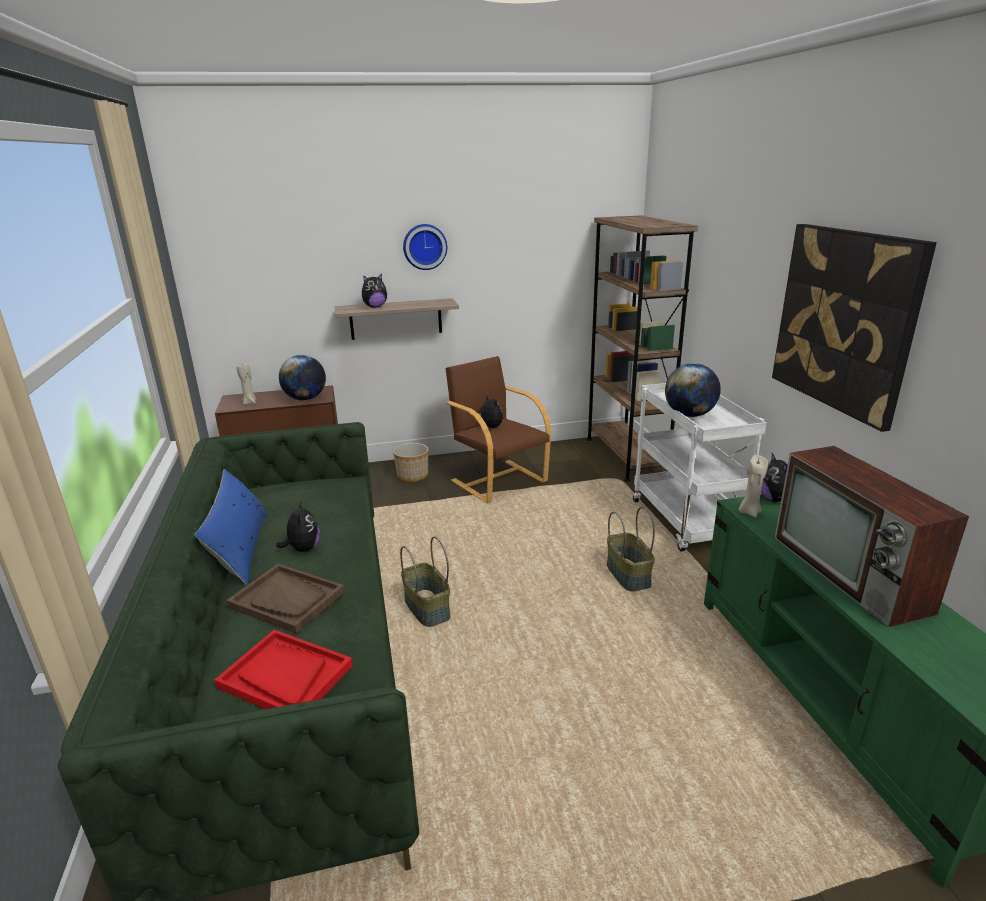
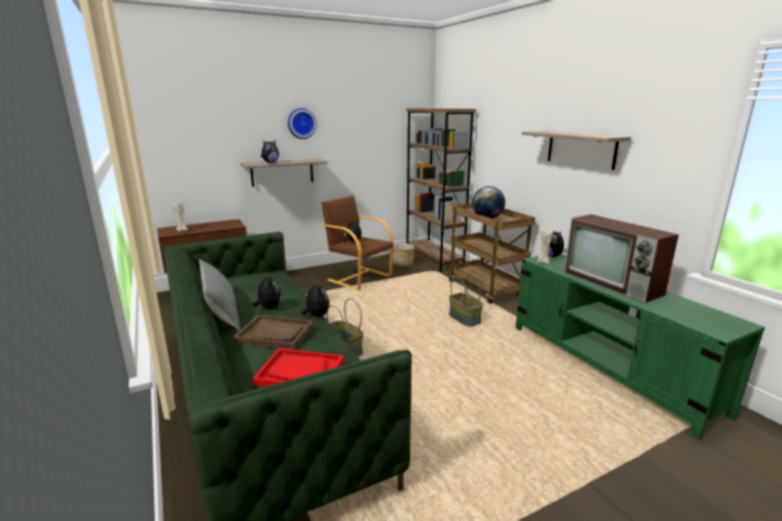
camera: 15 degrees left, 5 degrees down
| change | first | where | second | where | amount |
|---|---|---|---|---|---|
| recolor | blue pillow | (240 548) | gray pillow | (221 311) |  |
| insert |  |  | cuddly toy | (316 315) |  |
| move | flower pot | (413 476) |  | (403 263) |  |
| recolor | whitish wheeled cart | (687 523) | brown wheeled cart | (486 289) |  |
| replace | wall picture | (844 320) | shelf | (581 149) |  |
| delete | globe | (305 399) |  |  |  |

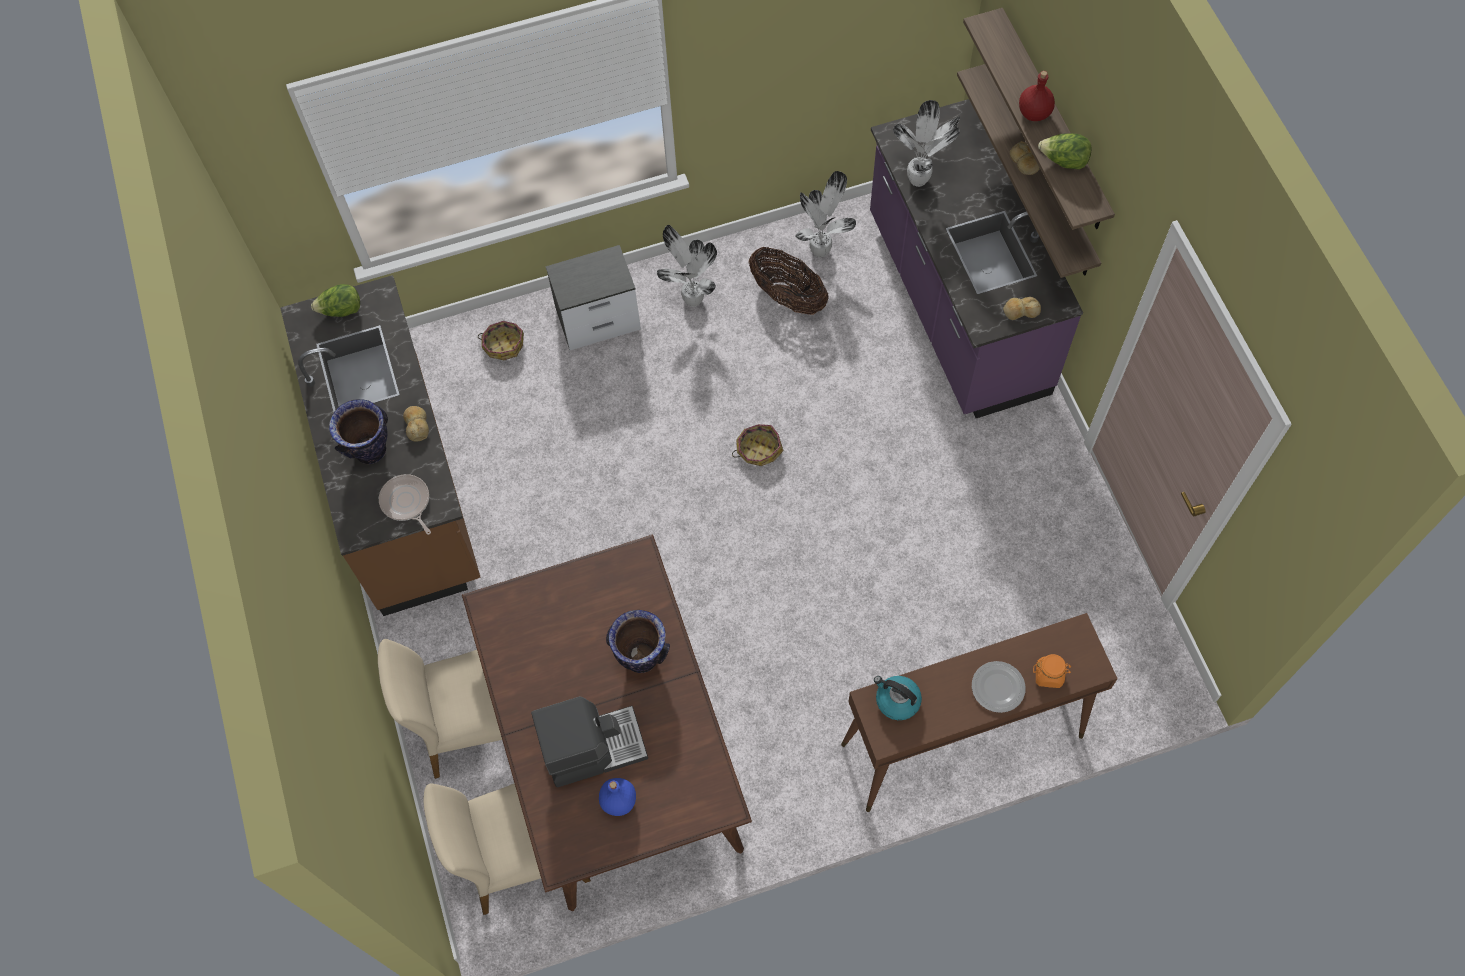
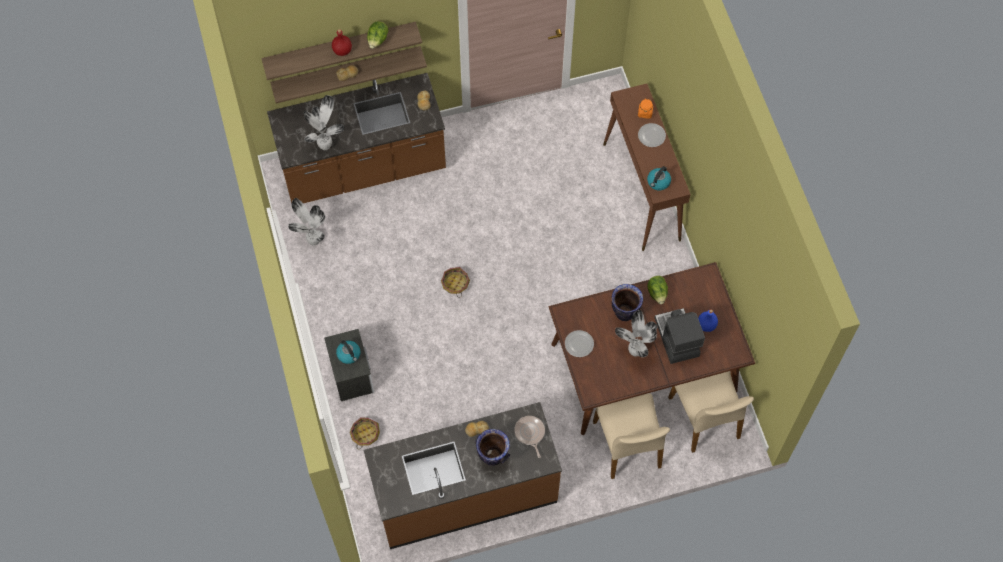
camera: 90 degrees left, 0 degrees up
| change | first | where | second | where | amount |
|---|---|---|---|---|---|
| recolor | purplish kitchen counter | (955 305) | brown kitchen counter | (363 169) |  |
| insert |  |  | tea kettle | (349 354) |  |
| rotate | frying pan | (406 503) |  | (530 433) | 105 degrees clockwise |
| insert |  |  | dinner plate | (579 344) |  |
| move | houseplant | (692 299) |  | (634 352) |  |
| move | head of lettuce | (341 310) |  | (657 293) |  |
| delete | household basket | (788 296) |  |  |  |

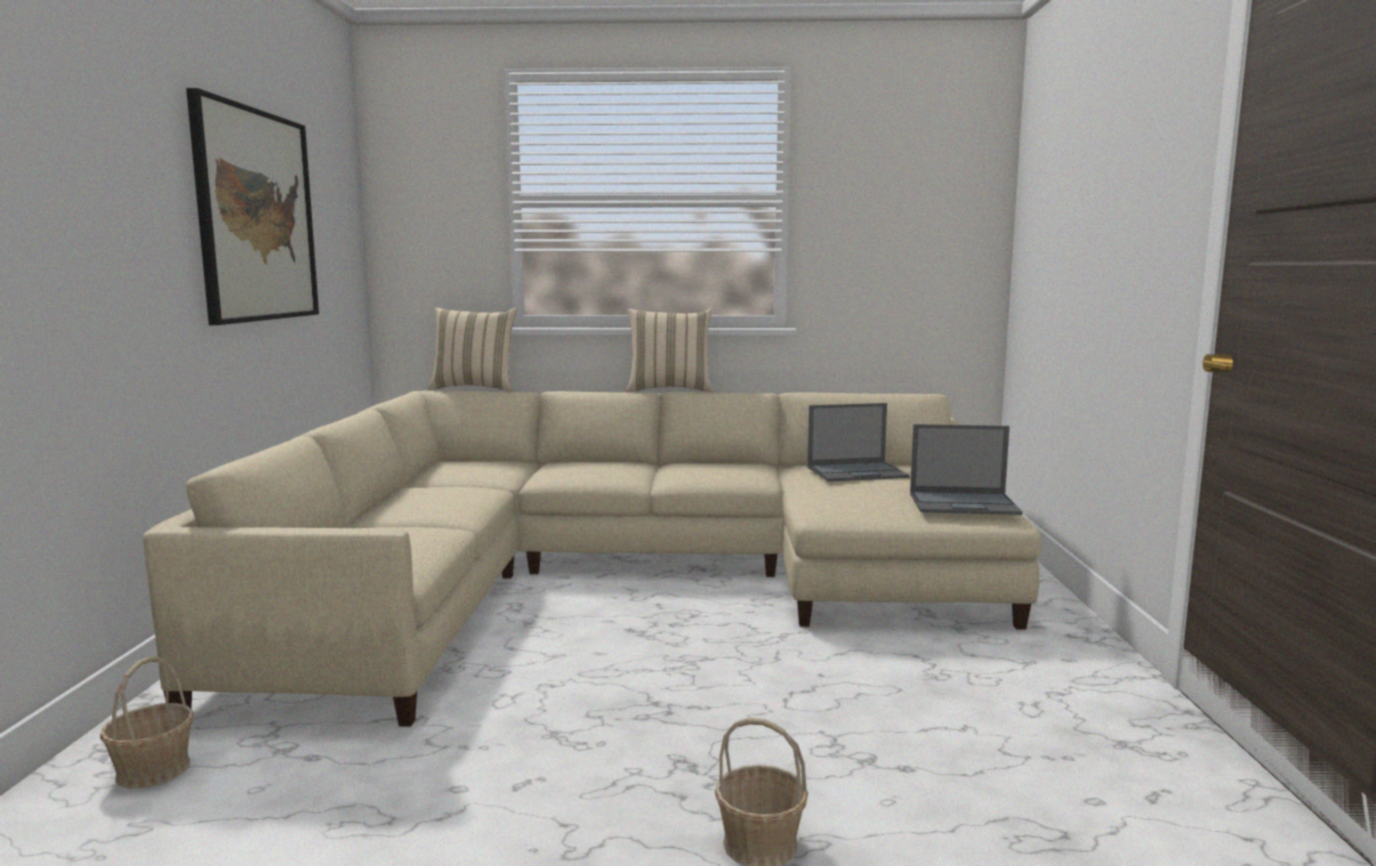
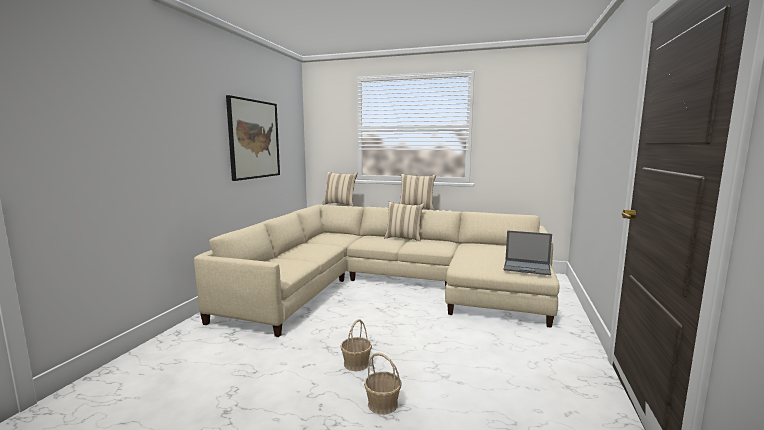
camera: 15 degrees right, 0 degrees up
| change | first | where | second | where | amount |
|---|---|---|---|---|---|
| move | household basket | (152 770) |  | (356 363) |  |
| insert |  |  | sand-coloured pillow | (404 238) |  |
| delete | laptop | (858 472) |  |  |  |

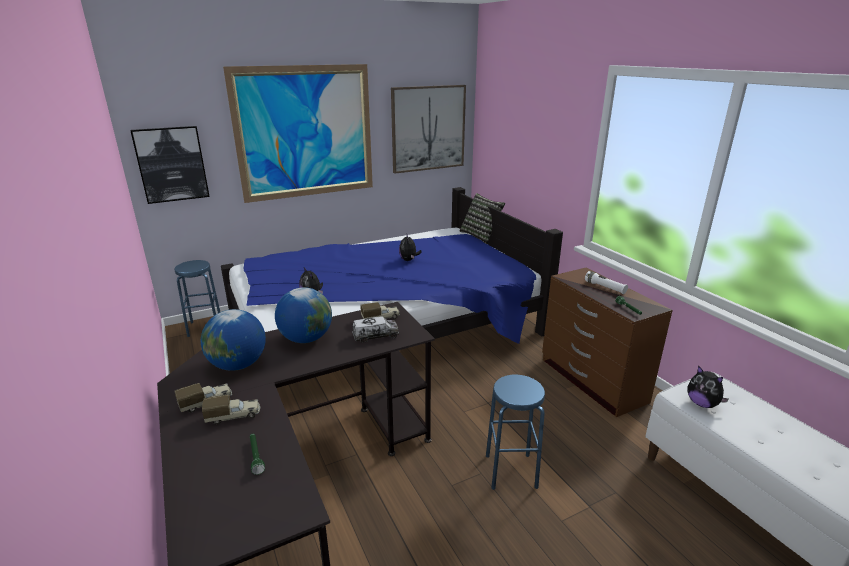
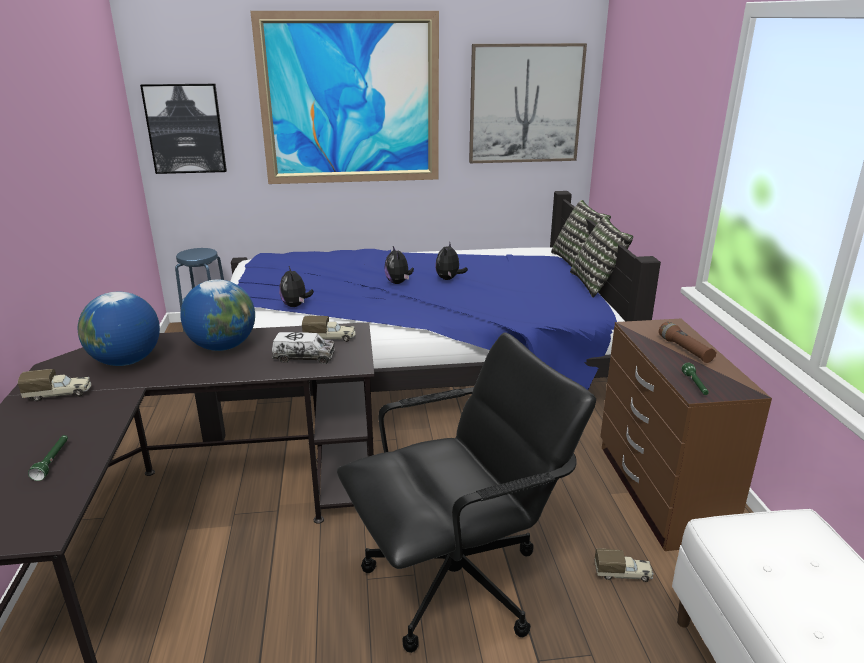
camera: 20 degrees right, 0 degrees up
| change | first | where | second | where | amount |
|---|---|---|---|---|---|
| replace | blue sitting stool | (511 471) | black-coloured office chair | (457 583) |  |
| move | cuddly toy | (702 404) |  | (398 283) |  |
| insert |  |  | pillow | (597 284) |  |
| move | toy lorry | (234 416) |  | (623 574) |  |
| recolor | whitish flashlight | (605 287) | brown flashlight | (685 350) |  |

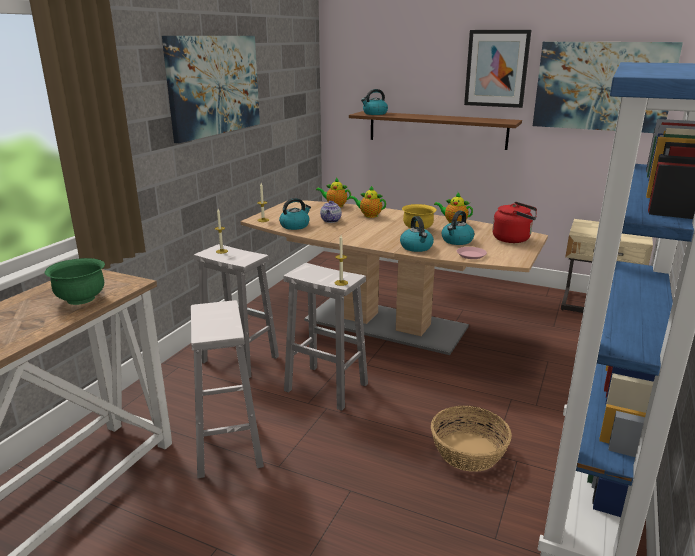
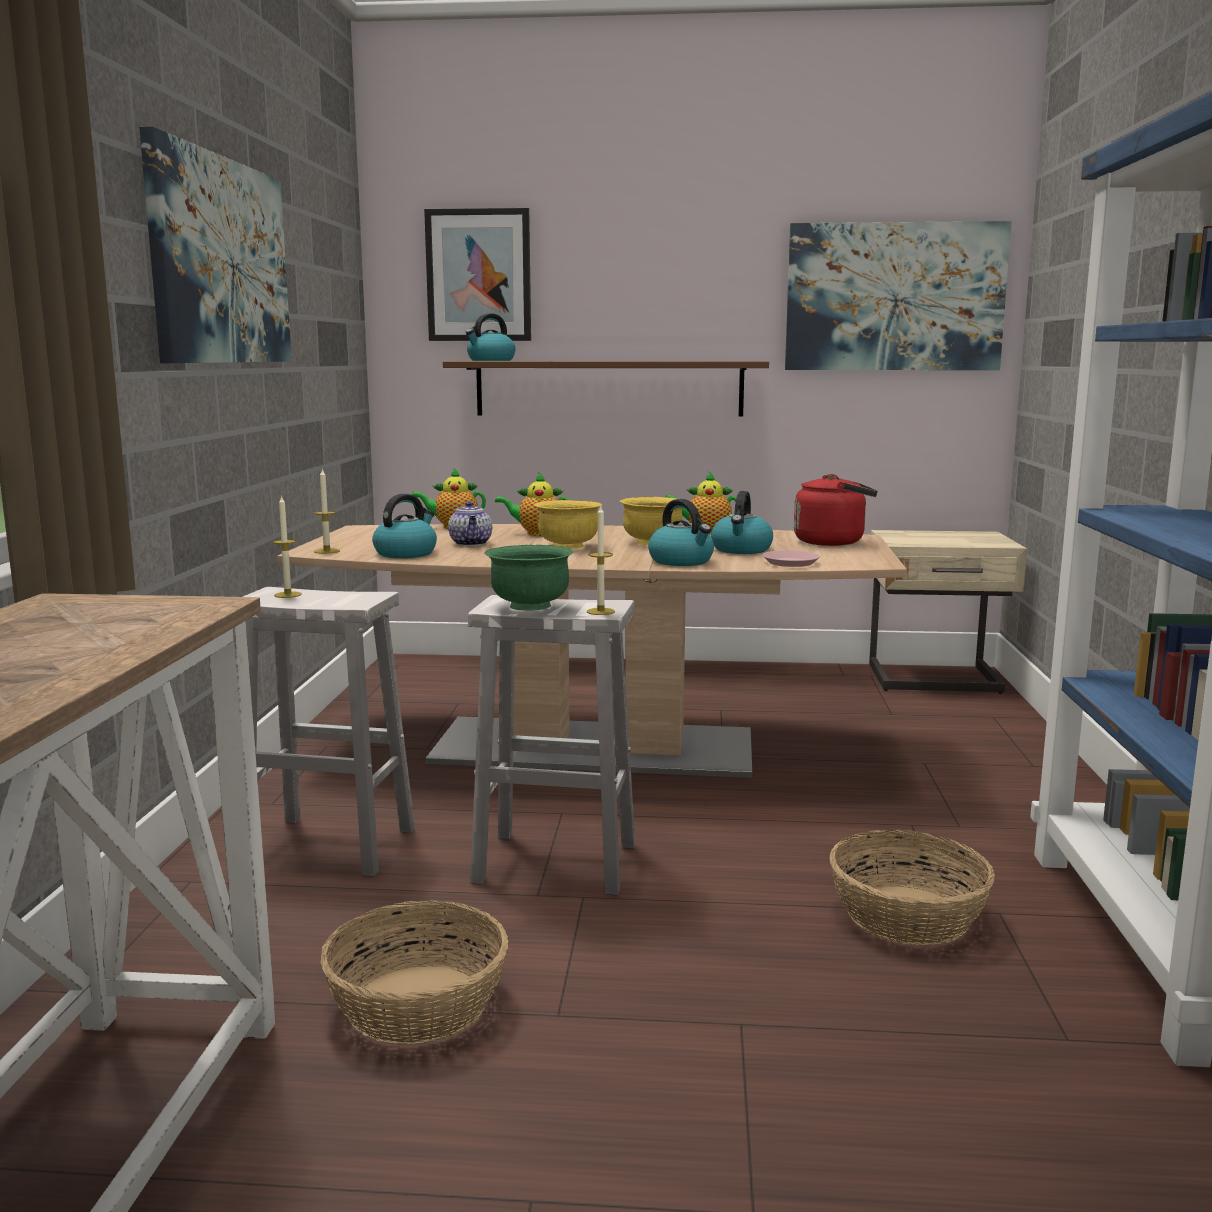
camera: 20 degrees left, 10 degrees down
| change | first | where | second | where | amount |
|---|---|---|---|---|---|
| replace | whitish sitting stool | (228 447) | household basket | (419 1004) |  |
| move | wall picture | (496 68) |  | (478 275) |  |
| move | greenish bowl | (81 299) |  | (530 606) |  |
| insert |  |  | yellow-coloured bowl | (568 546) |  |

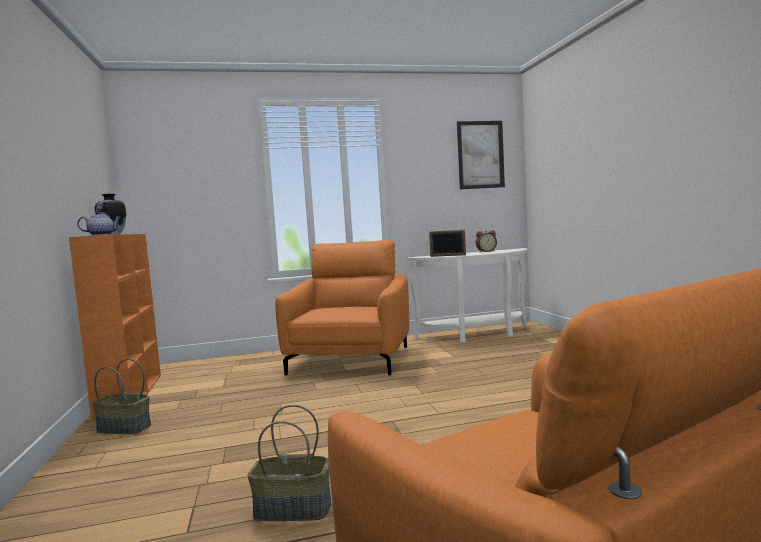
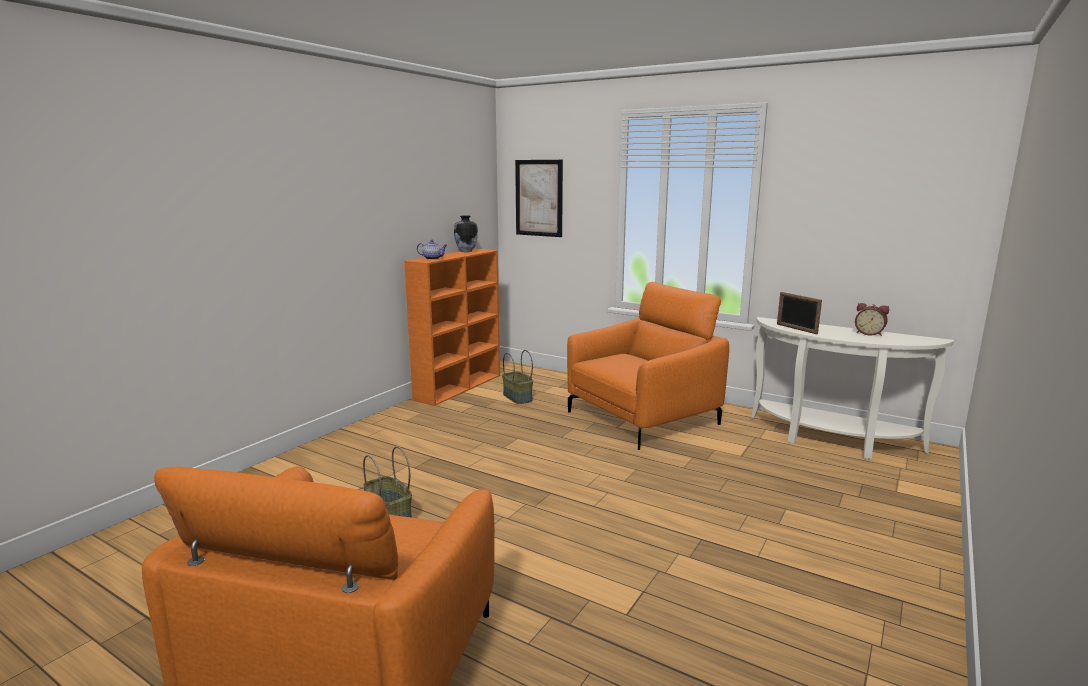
camera: 45 degrees right, 10 degrees up
| change | first | where | second | where | amount |
|---|---|---|---|---|---|
| move | household basket | (123 428) |  | (517 397) |  |
| move | wall picture | (480 155) |  | (539 198) |  |

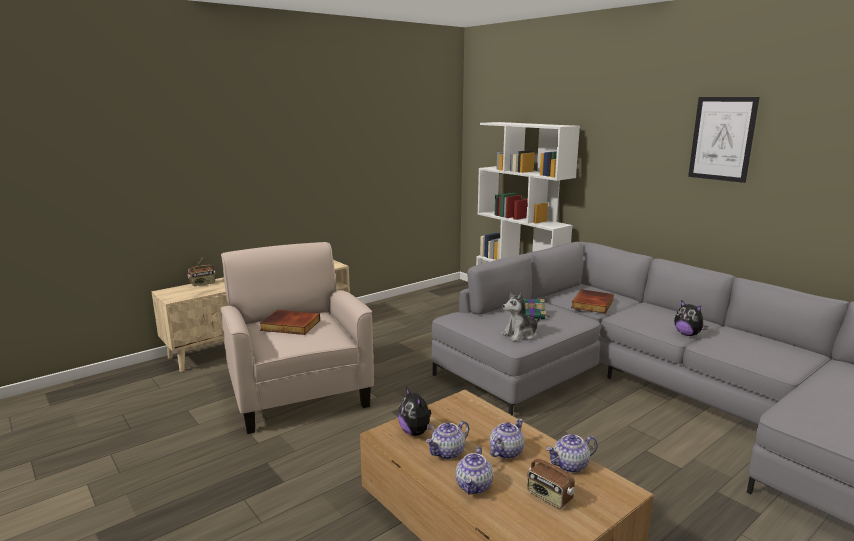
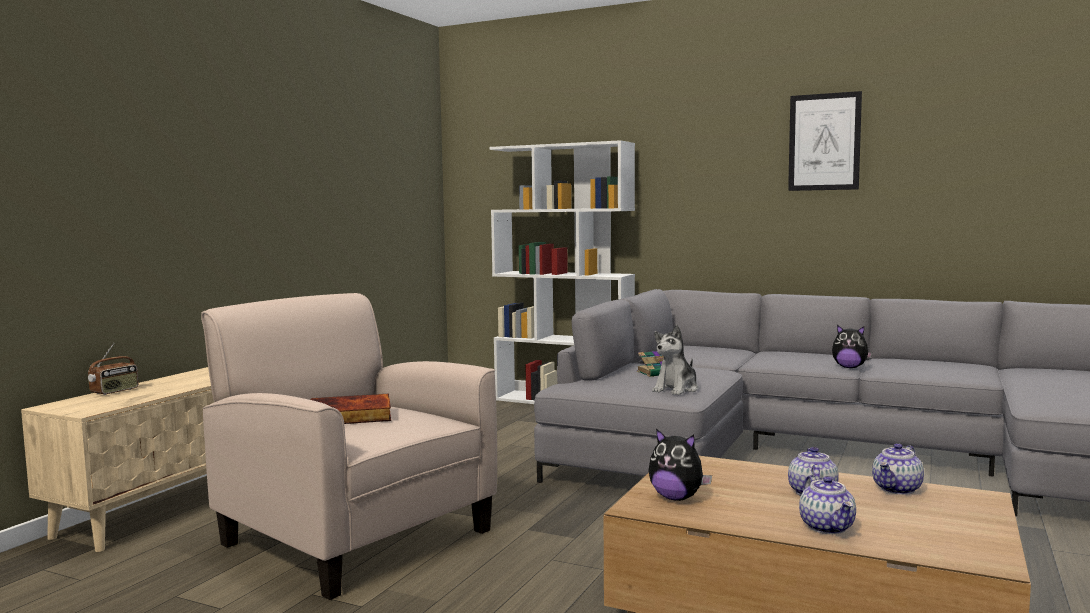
camera: 25 degrees left, 10 degrees down
| change | first | where | second | where | amount |
|---|---|---|---|---|---|
| delete | tea pot | (447 453) |  |  |  |
| delete | radio receiver | (549 497) |  |  |  |
| delete | book | (591 303) |  |  |  |

